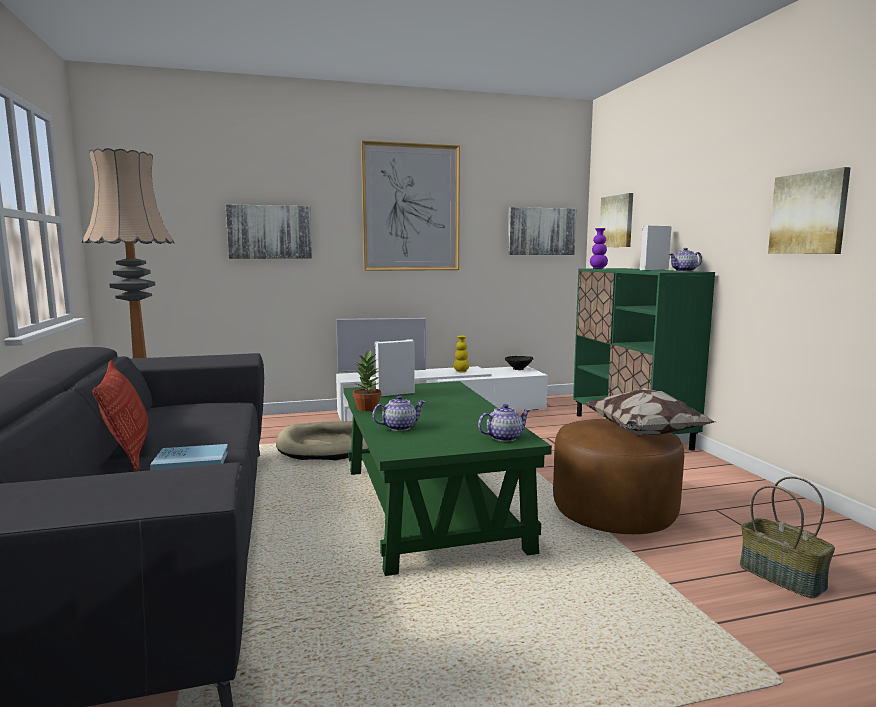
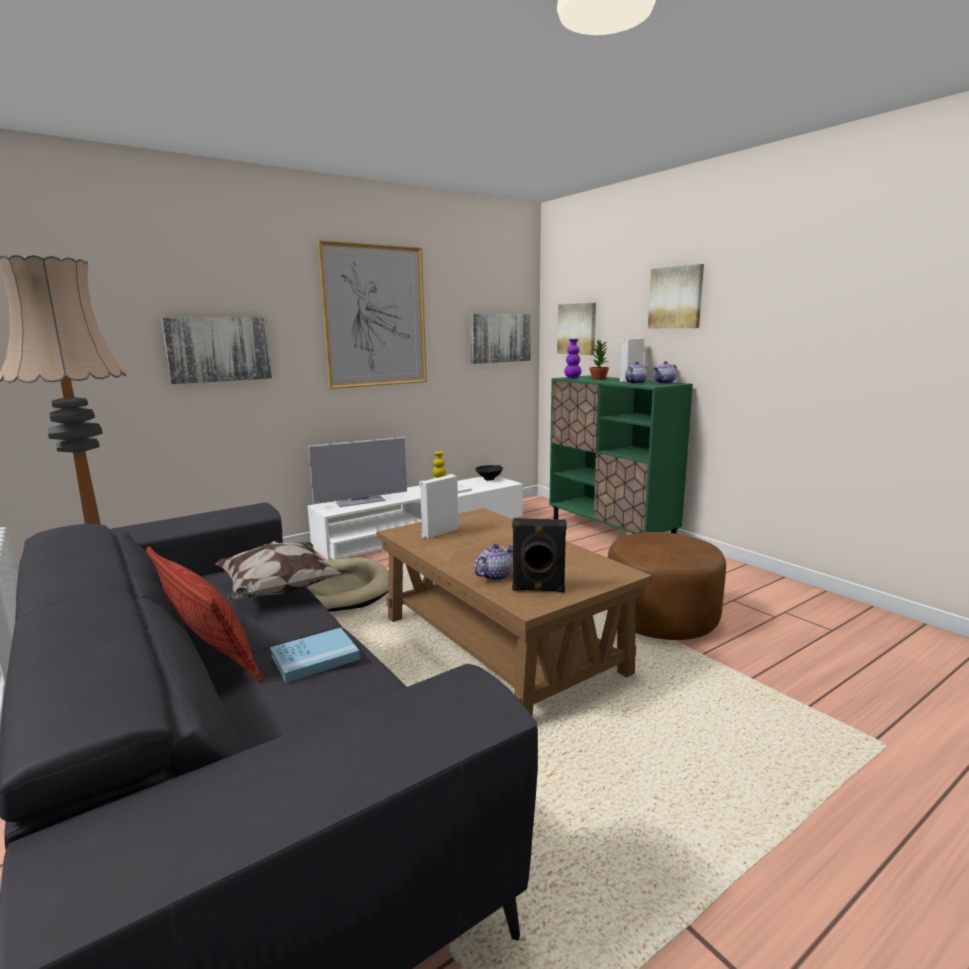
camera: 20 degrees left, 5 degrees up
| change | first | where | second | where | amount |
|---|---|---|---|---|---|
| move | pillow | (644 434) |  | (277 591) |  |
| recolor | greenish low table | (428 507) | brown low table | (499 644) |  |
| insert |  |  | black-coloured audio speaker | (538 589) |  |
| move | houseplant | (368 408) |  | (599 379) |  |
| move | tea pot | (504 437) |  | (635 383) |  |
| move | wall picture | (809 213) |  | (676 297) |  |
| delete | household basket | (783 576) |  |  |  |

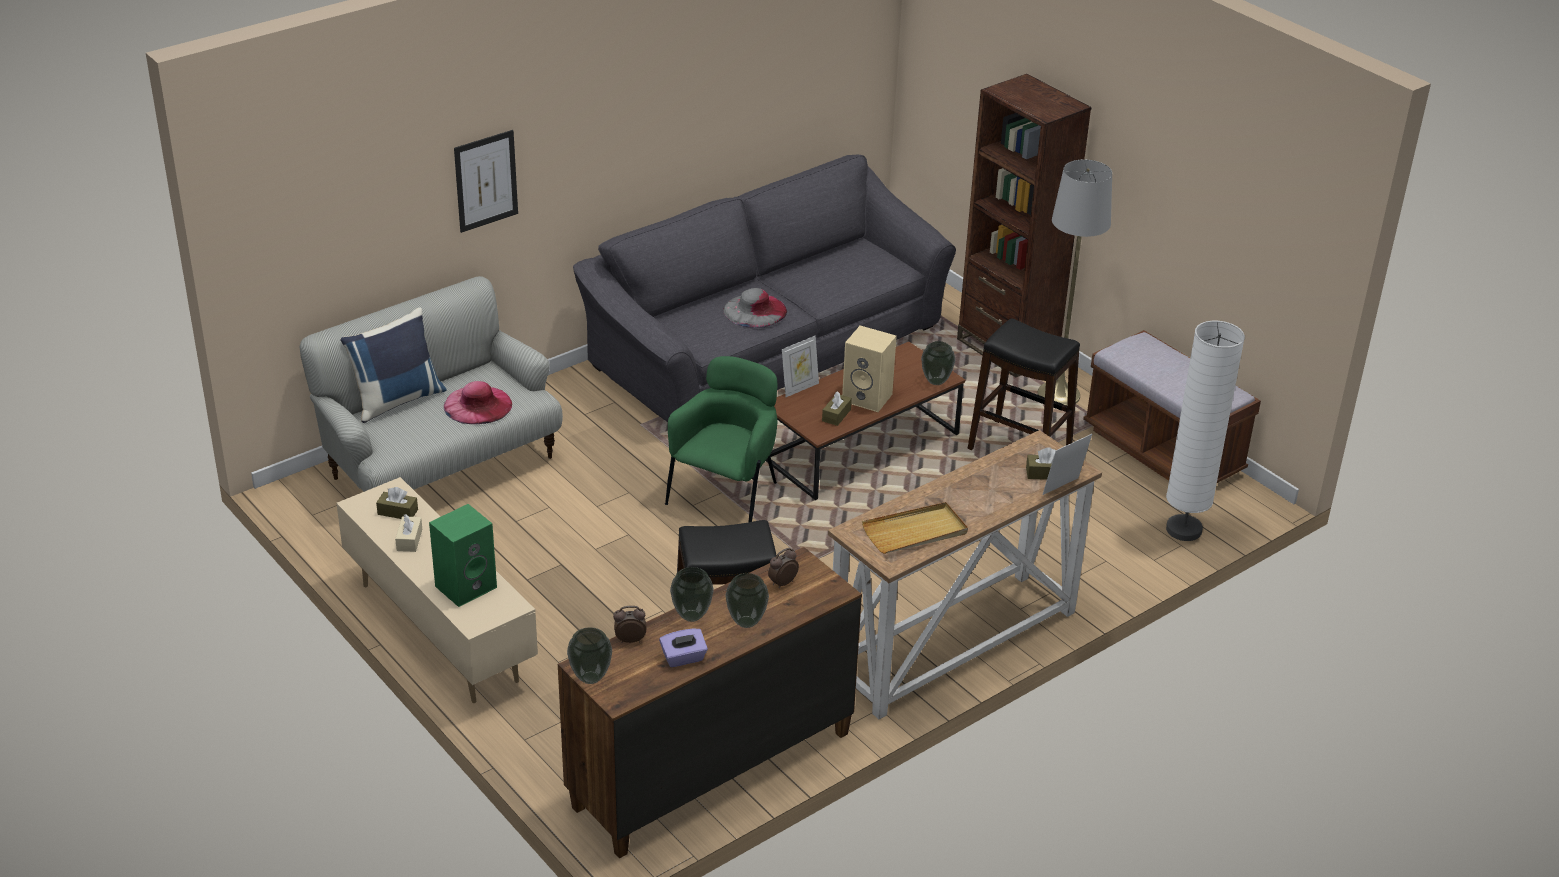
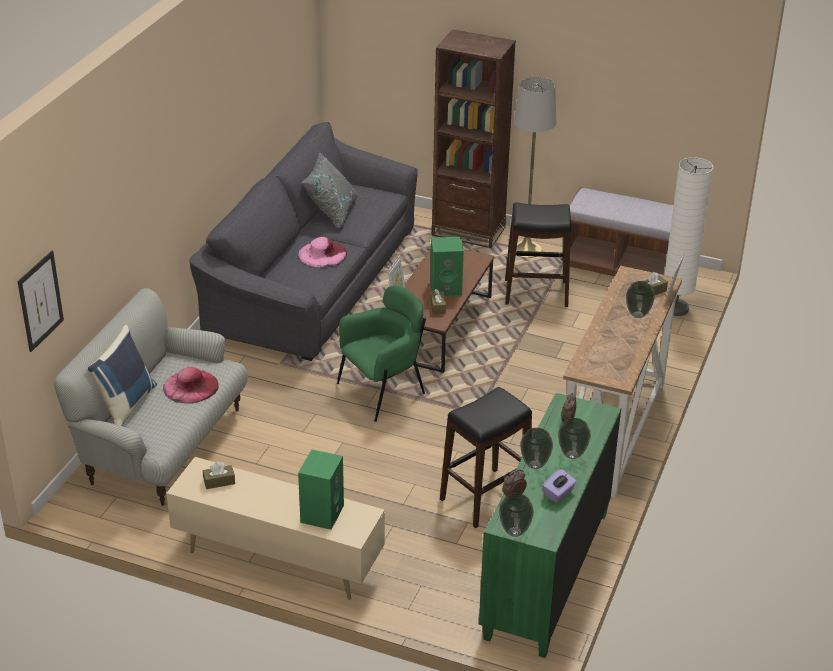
camera: 30 degrees left, 0 degrees up
| change | first | where | second | where | amount |
|---|---|---|---|---|---|
| move | wall picture | (486 181) |  | (40 301) |  |
| recolor | gray clothing hat | (755 310) | pinkish clothing hat | (322 254) |  |
| insert |  |  | gray pillow | (331 212) |  |
| rotate | greenish lounge chair | (727 496) |  | (383 391) | 60 degrees clockwise |
| recolor | sand-coloured audio speaker | (868 397) | greenish audio speaker | (446 288) |  |
| recolor | brown dresser | (710 769) | greenish dresser | (545 574) |  |
| move | decorative vase | (936 381) |  | (638 314) |  |
| delete | sand-coloured tissue box | (409 540) |  |  |  |
| delete | sand-coloured serving tray | (915 532) |  |  |  |

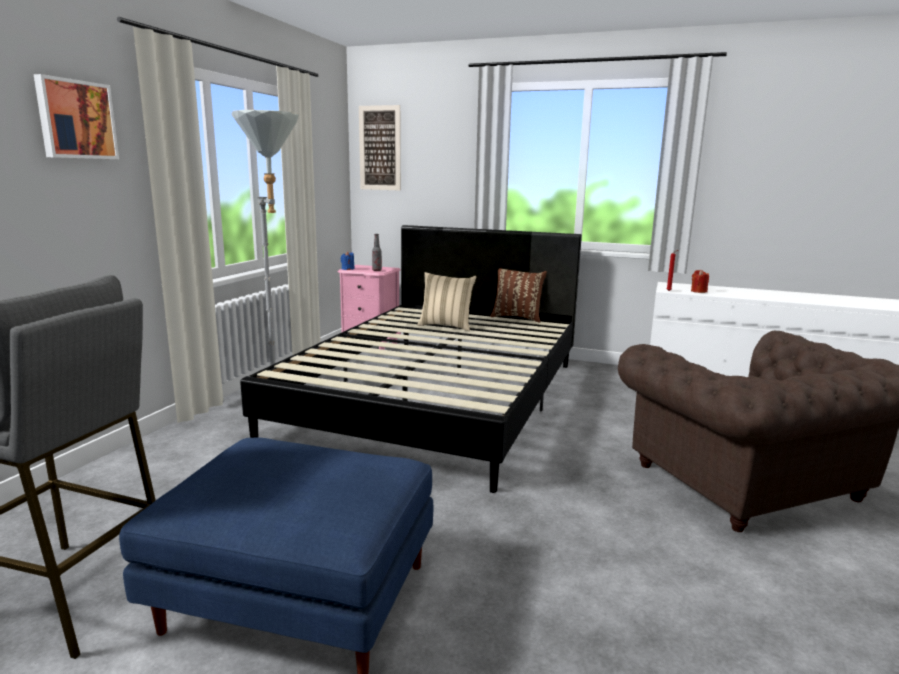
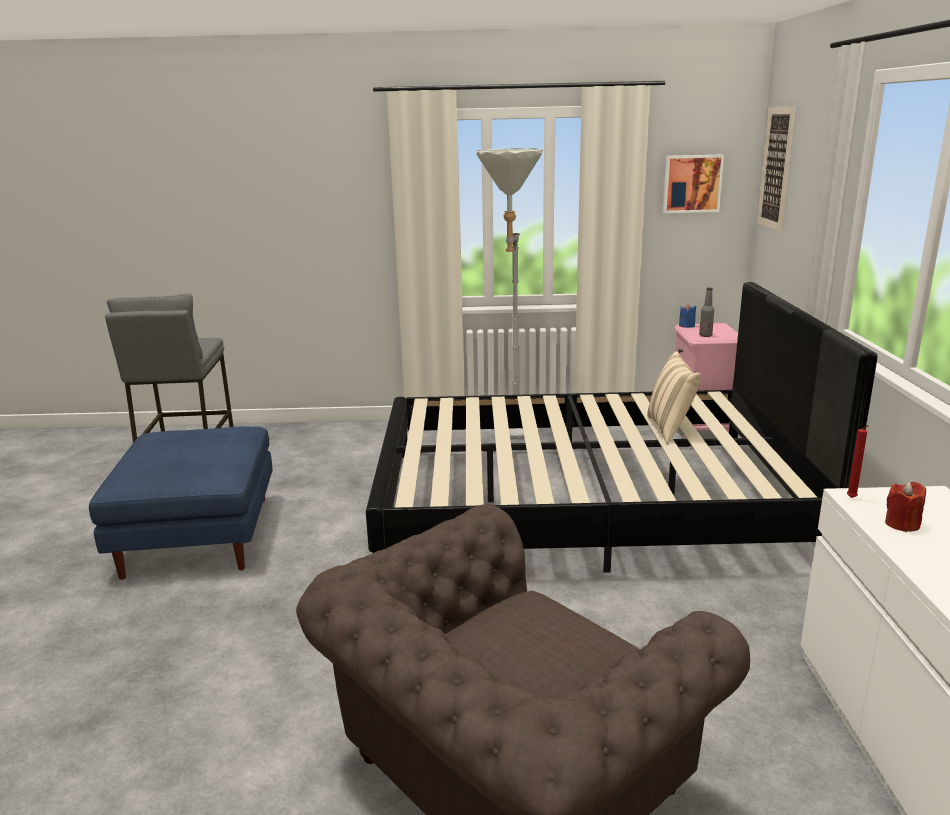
camera: 70 degrees right, 5 degrees up
| change | first | where | second | where | amount |
|---|---|---|---|---|---|
| move | wall picture | (76 119) |  | (692 183) |  |
| delete | brown pillow | (517 317) |  |  |  |

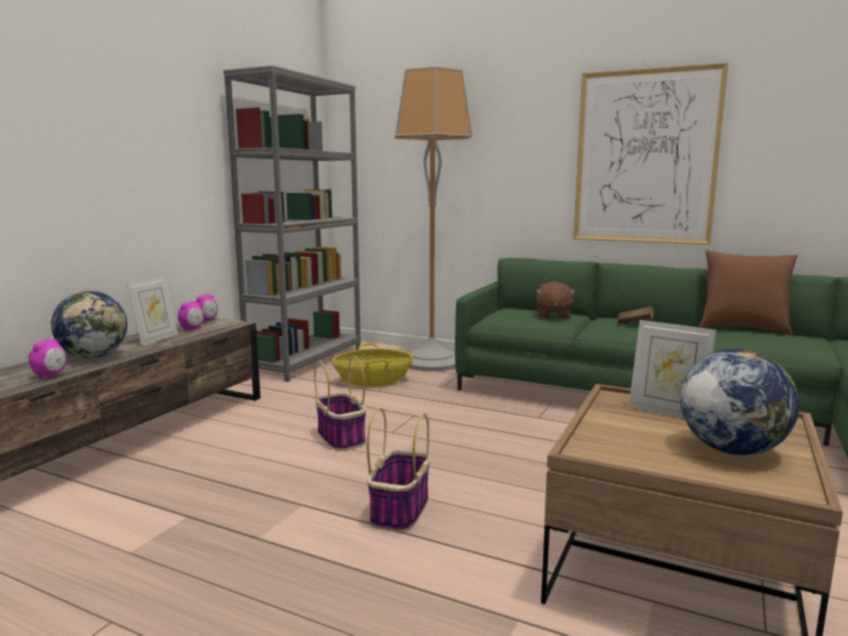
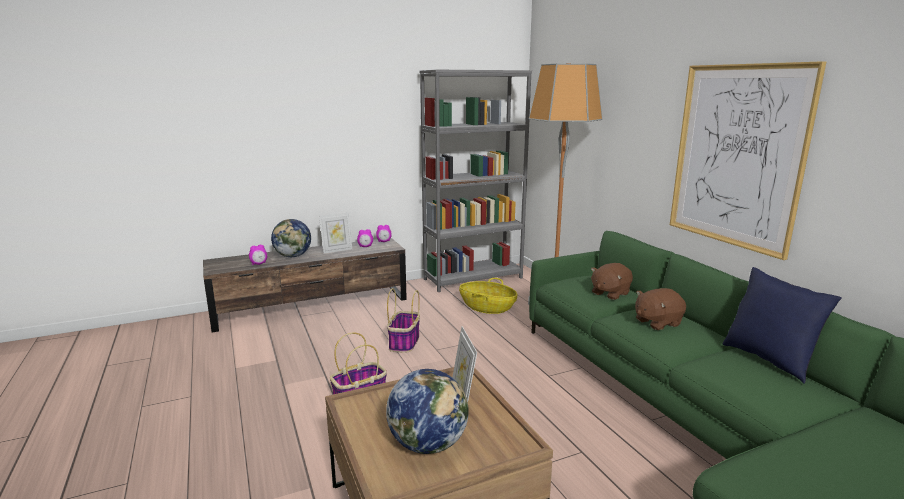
camera: 40 degrees right, 5 degrees up
| change | first | where | second | where | amount |
|---|---|---|---|---|---|
| replace | brown book | (634 324) | brown cuddly toy | (657 322) |  |
| recolor | brown pillow | (742 329) | blue pillow | (769 359) |  |

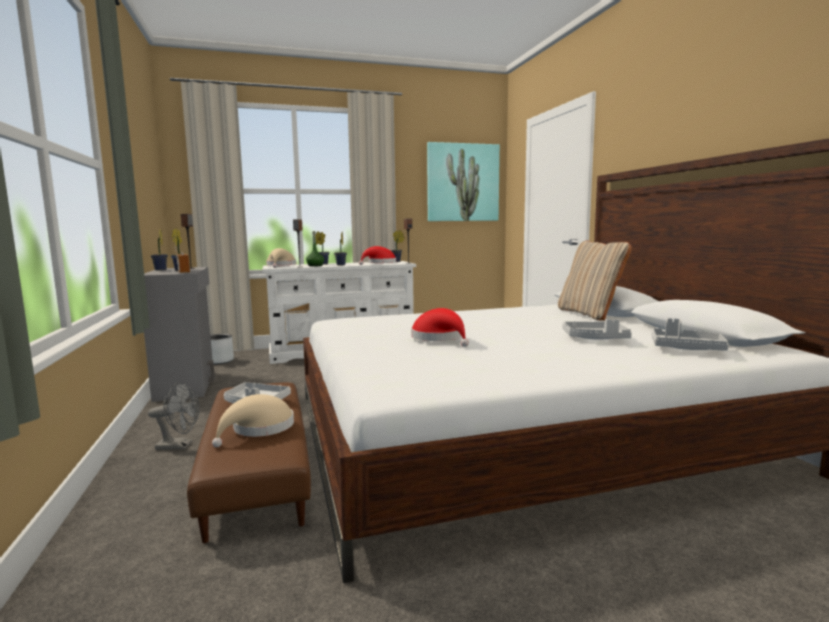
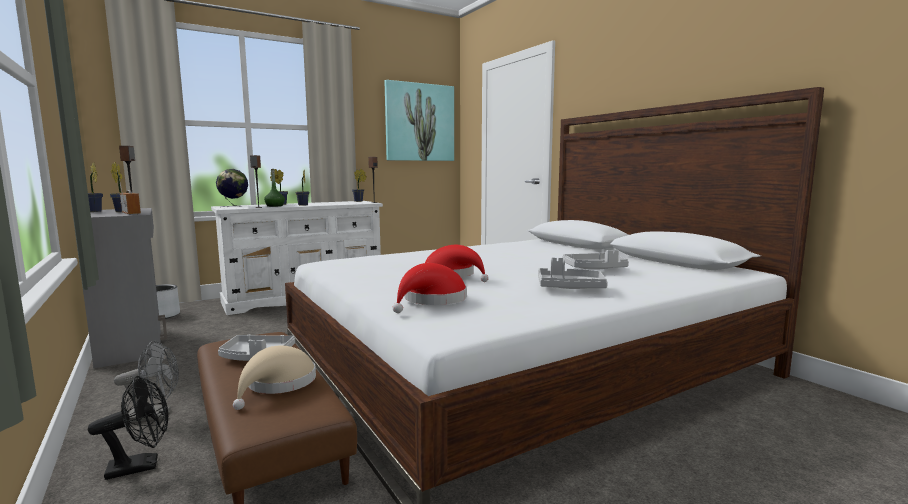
camera: 15 degrees left, 0 degrees up
| change | first | where | second | where | amount |
|---|---|---|---|---|---|
| insert |  |  | black-coloured cooling fan | (141 466) |  |
| replace | sand-coloured clothing hat | (281 266) | globe | (234 206) |  |
| move | red clothing hat | (380 263) |  | (432 300) |  |
| move | gray serving tray | (685 348) |  | (569 287) |  |
| delete | sand-coloured pillow | (589 314) |  |  |  |

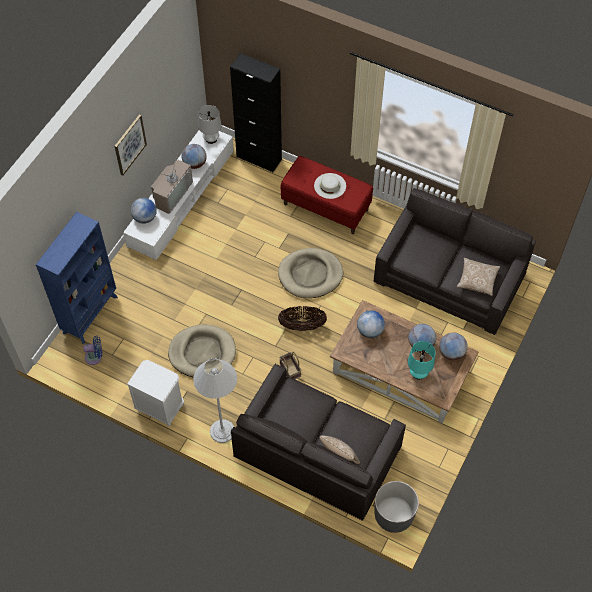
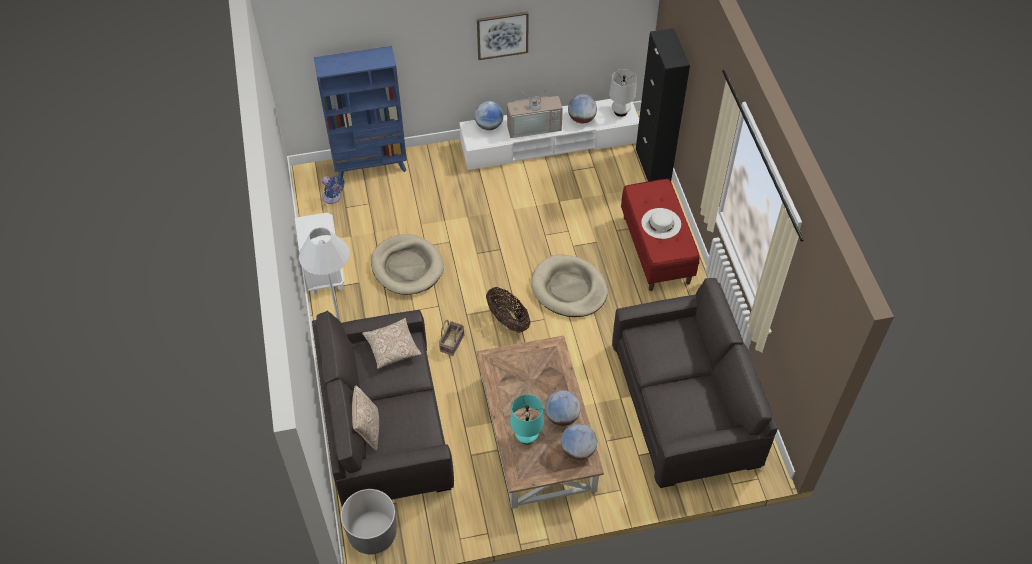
camera: 50 degrees right, 5 degrees down
| change | first | where | second | where | amount |
|---|---|---|---|---|---|
| move | pillow | (477 280) |  | (392 348) |  |
| delete | globe | (370 331) |  |  |  |

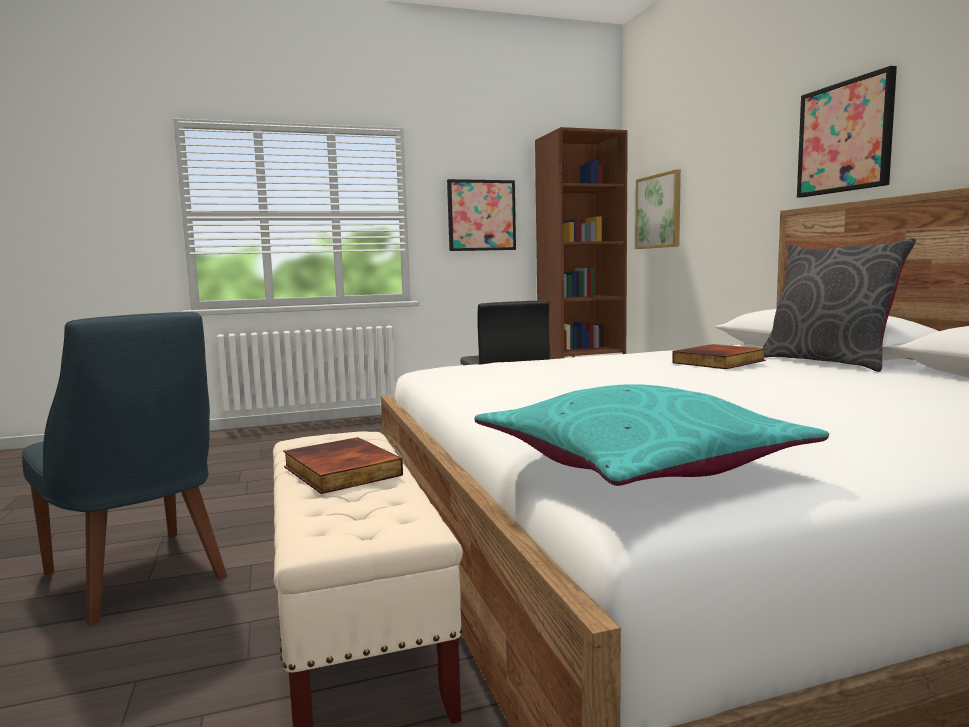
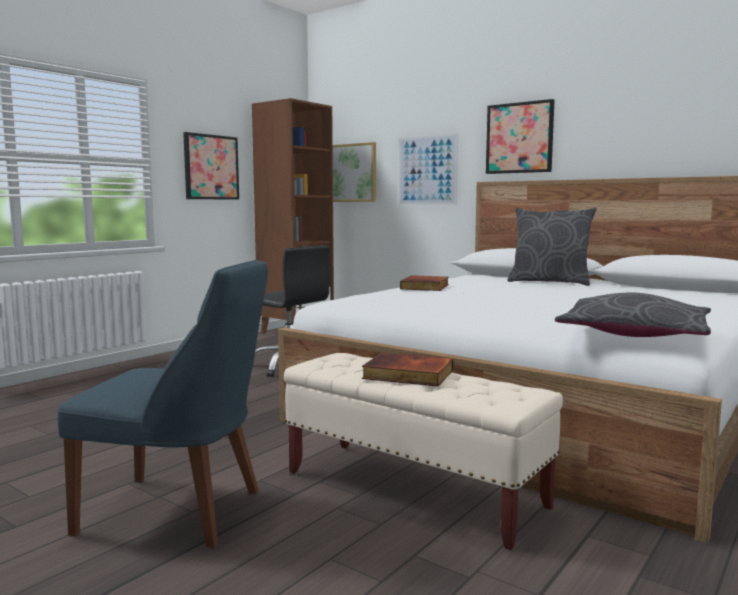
camera: 35 degrees left, 0 degrees up
| change | first | where | second | where | amount |
|---|---|---|---|---|---|
| insert |  |  | wall picture | (427 170) |  |
| move | book | (720 362) |  | (426 287) |  |
| recolor | turquoise pillow | (636 463) | gray pillow | (634 335) |  |

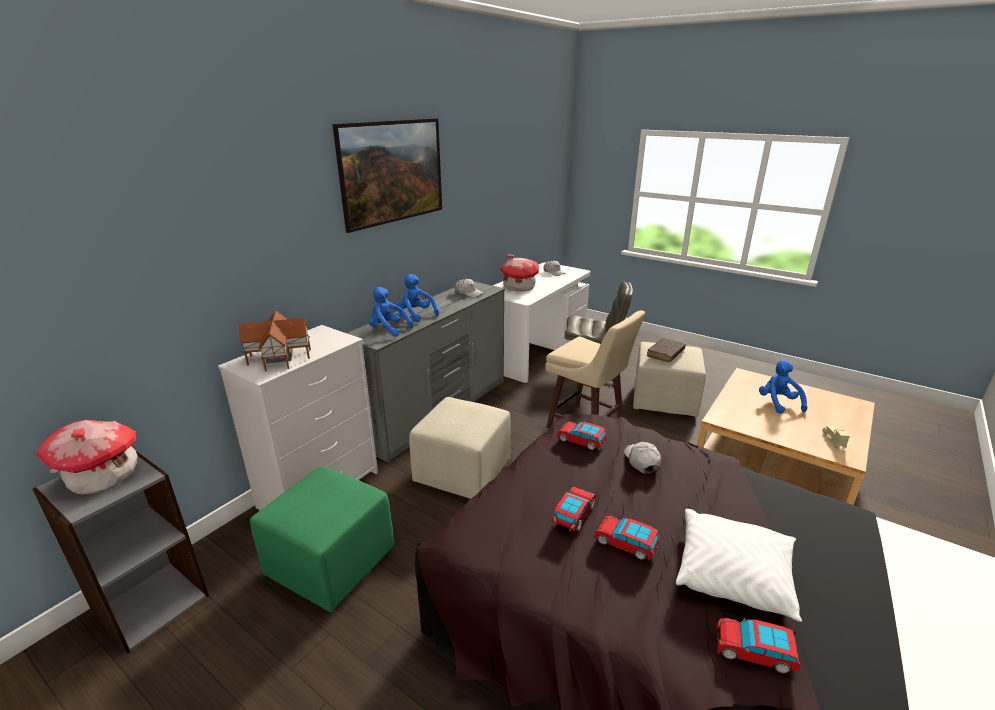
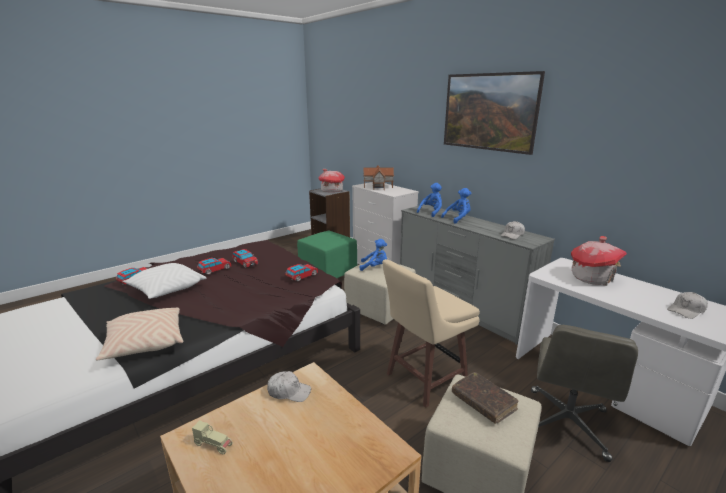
camera: 105 degrees right, 5 degrees down
| change | first | where | second | where | amount |
|---|---|---|---|---|---|
| insert |  |  | sand-coloured pillow | (145 343) |  |
| move | whitish baseball cap | (641 461) |  | (289 392) |  |
| move | blue cuddly toy | (778 403) |  | (375 267) |  |

